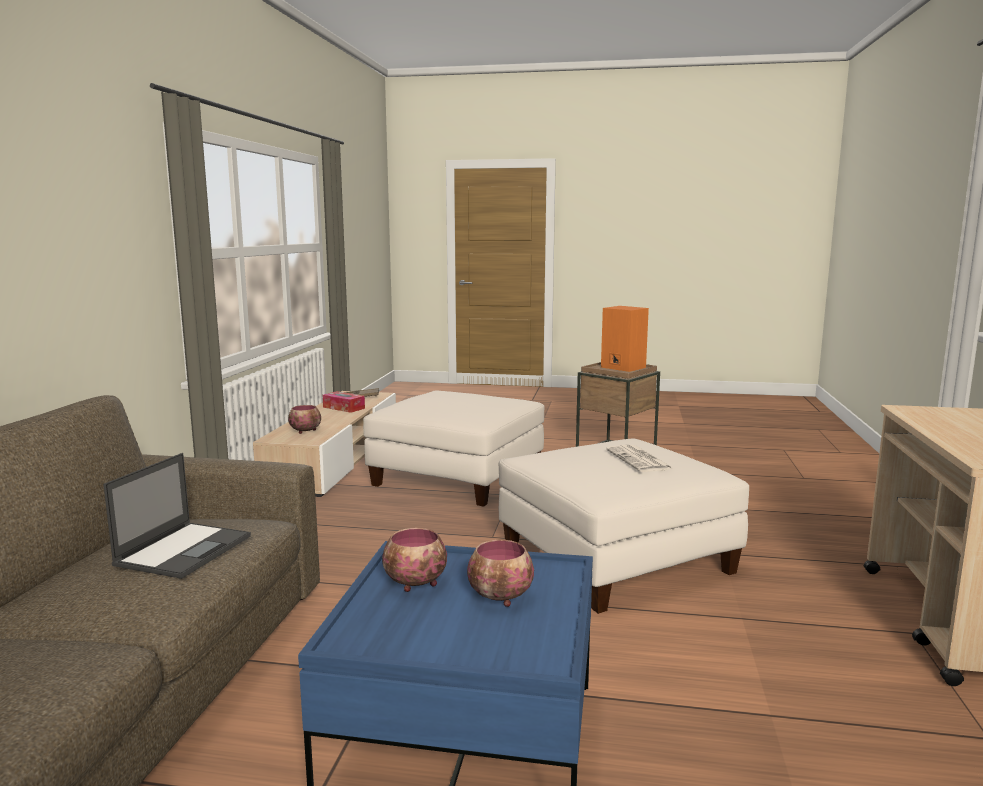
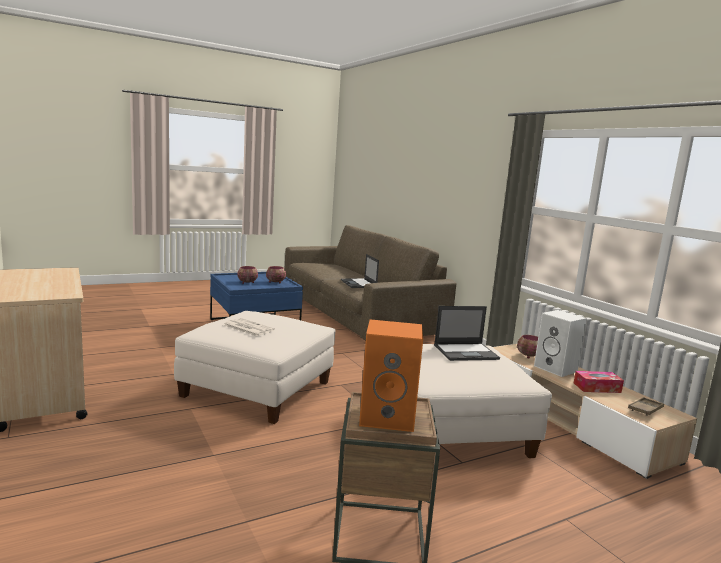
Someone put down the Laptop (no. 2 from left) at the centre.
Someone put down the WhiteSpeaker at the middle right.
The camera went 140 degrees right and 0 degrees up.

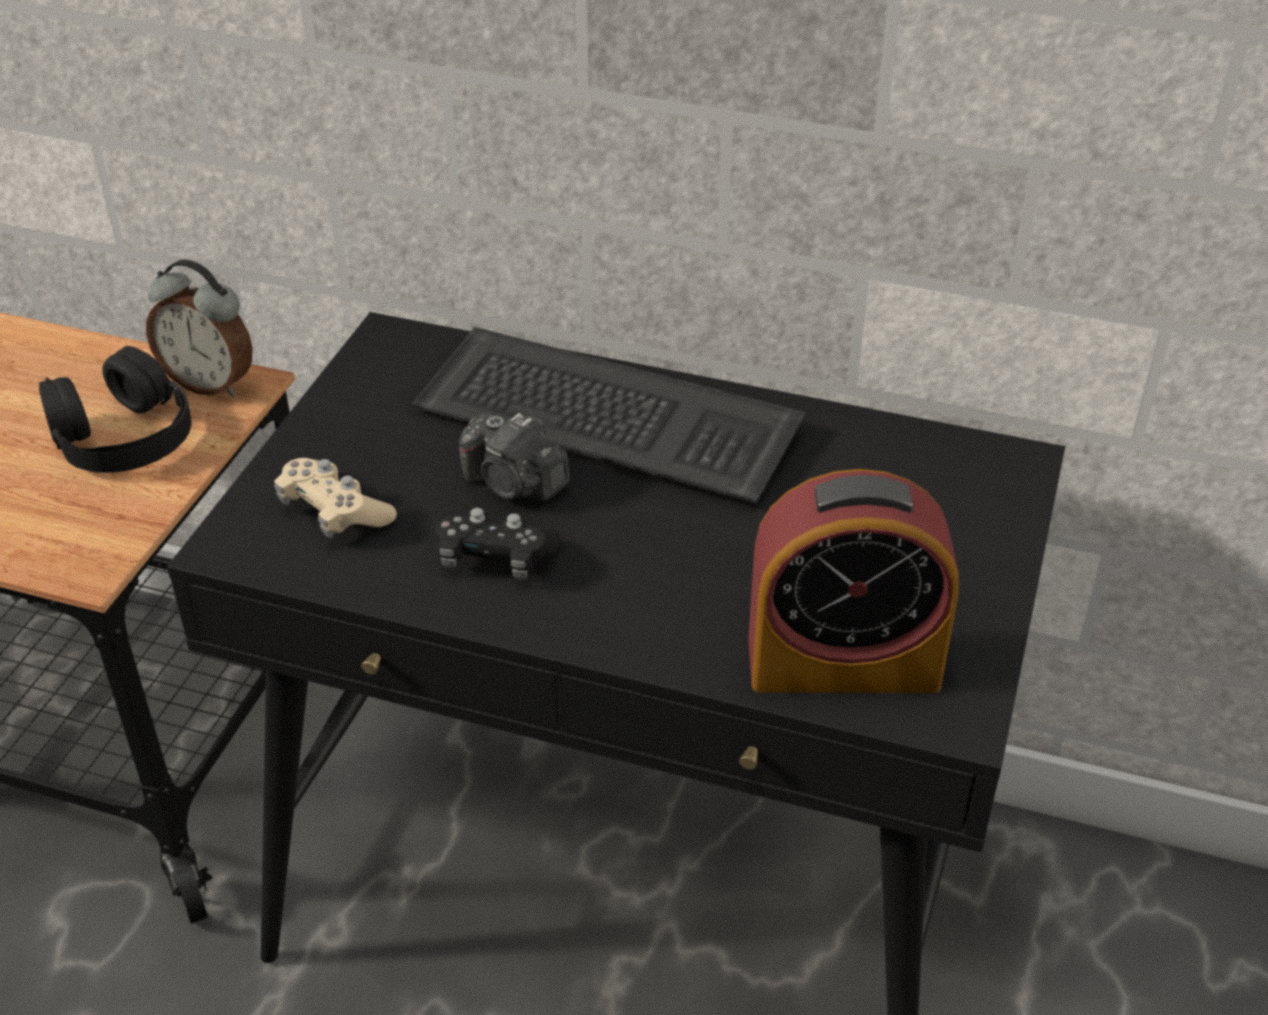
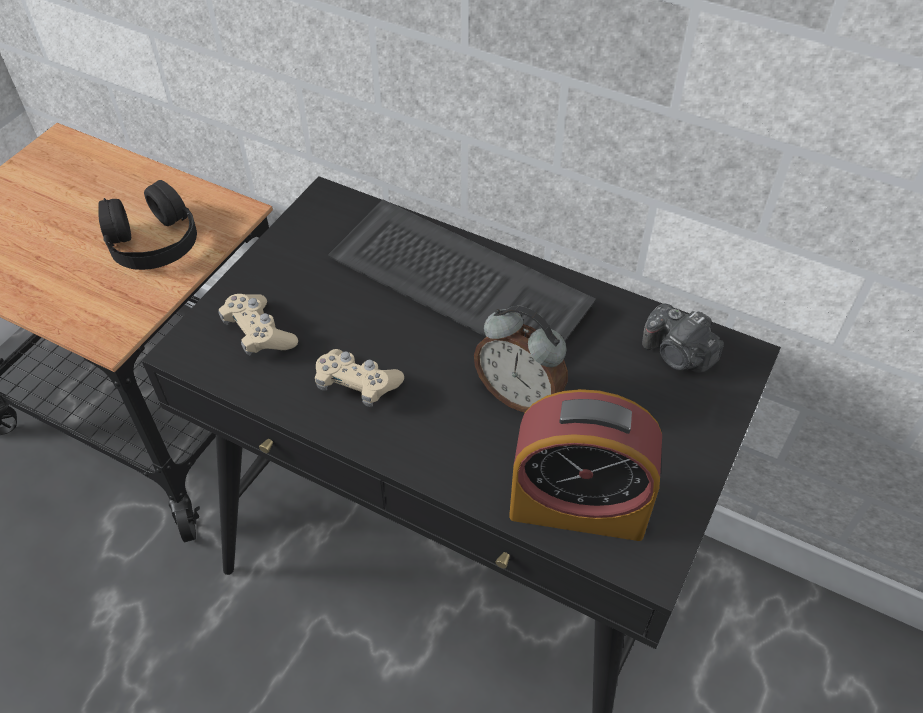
Someone carried the AlarmClock (no. 1 from left) from the top left to the centre.
Someone repainted the BlackGameController at the centre, which became the BeigeGameController (no. 2 from left) at the centre.
Someone carried the PhotoCamera from the centre to the middle right.
The camera went 10 degrees right and 10 degrees up.

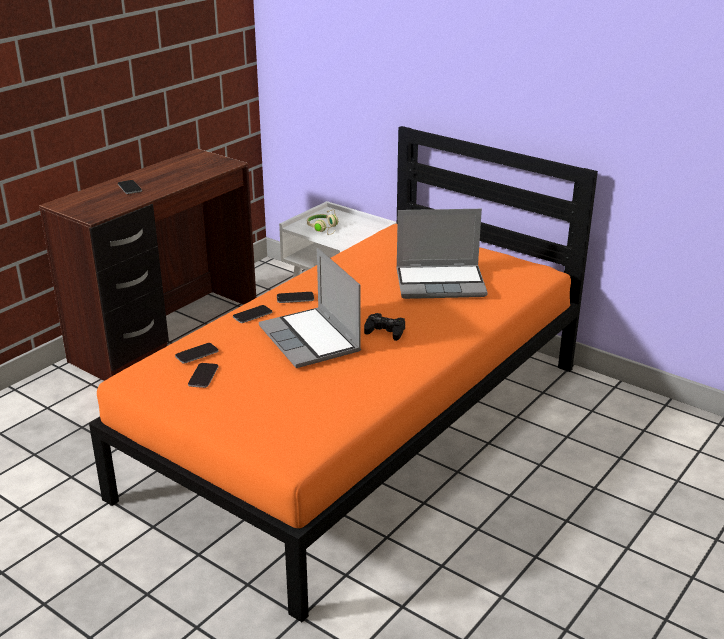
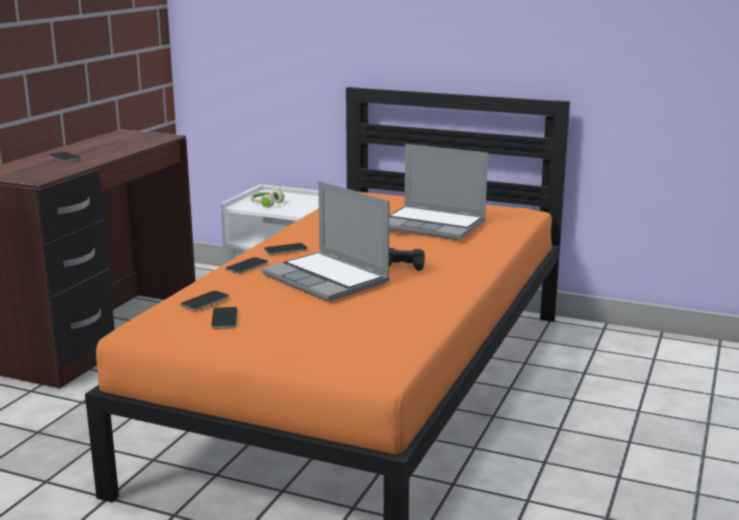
Someone rotated the Laptop (no. 2 from left) at the centre by 45 degrees clockwise.
The camera went 15 degrees left and 10 degrees down.

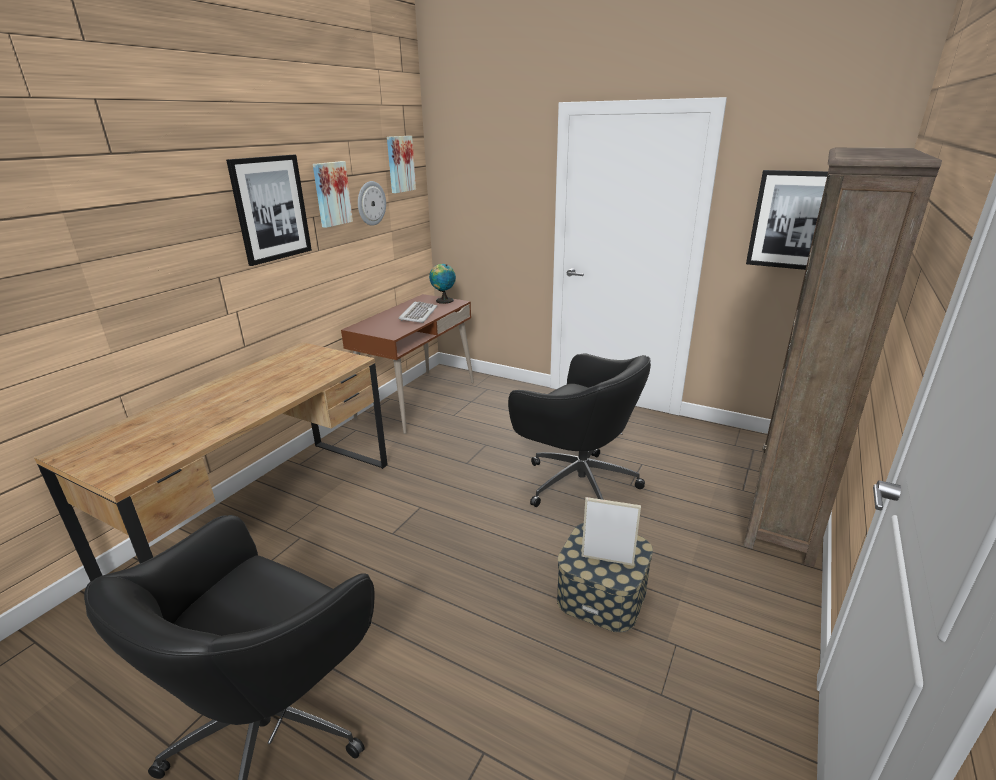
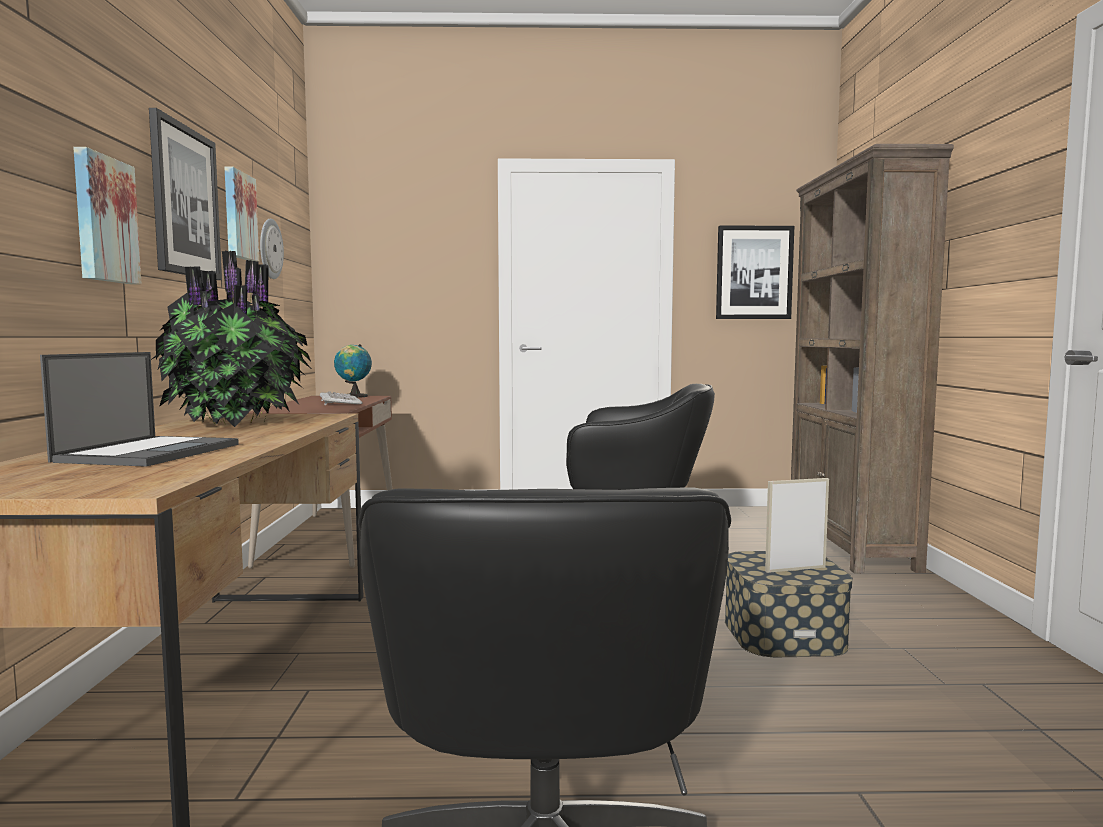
Someone carried the Picture (no. 3 from left in the first image) from the top centre to the top left.
Someone put down the Laptop at the middle left.
Someone put down the PottedPlant at the middle left.
The camera went 30 degrees left and 20 degrees down.

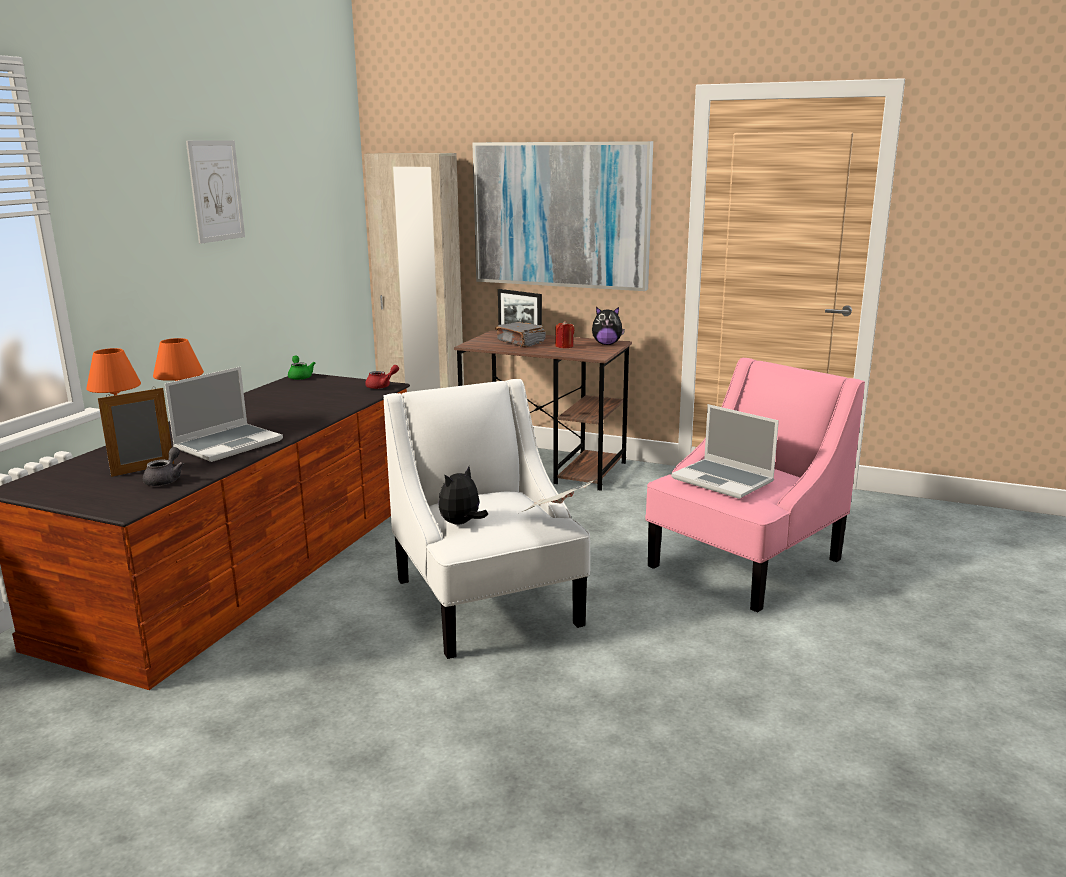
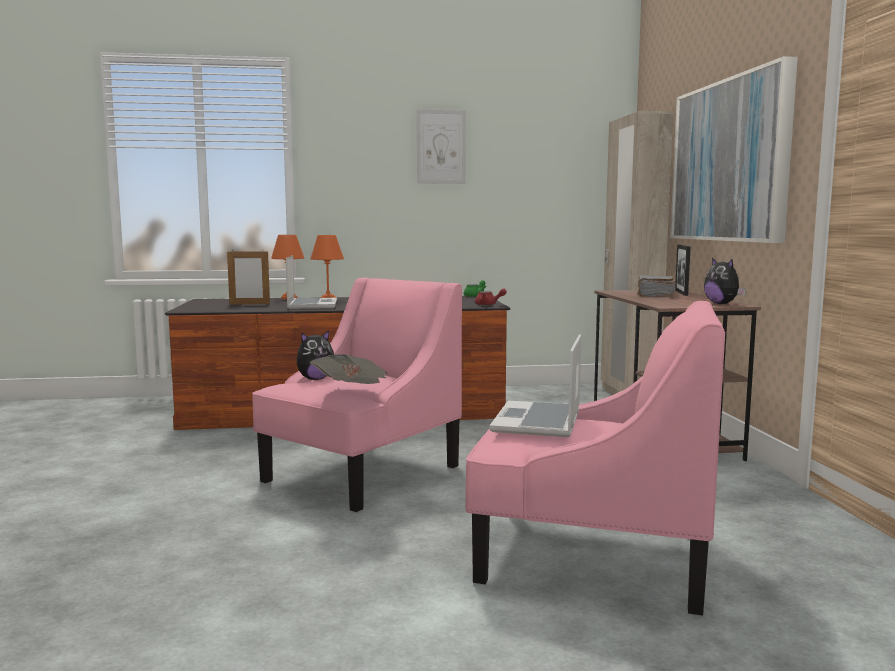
Someone rotated the PictureFrame (no. 1 from left) at the middle left by 150 degrees clockwise.
Someone took away the GreyTeapot at the middle left.
Someone rotated the Laptop (no. 1 from left) at the middle left by 105 degrees counterclockwise.
Someone repainted the WhiteArmchair at the centre, which became the PinkArmchair (no. 1 from left) at the centre.
Someone rotated the PlushToy (no. 1 from left) at the centre by 135 degrees clockwise.
Someone took away the RedCandle at the centre.
The camera went 60 degrees right and 10 degrees down.

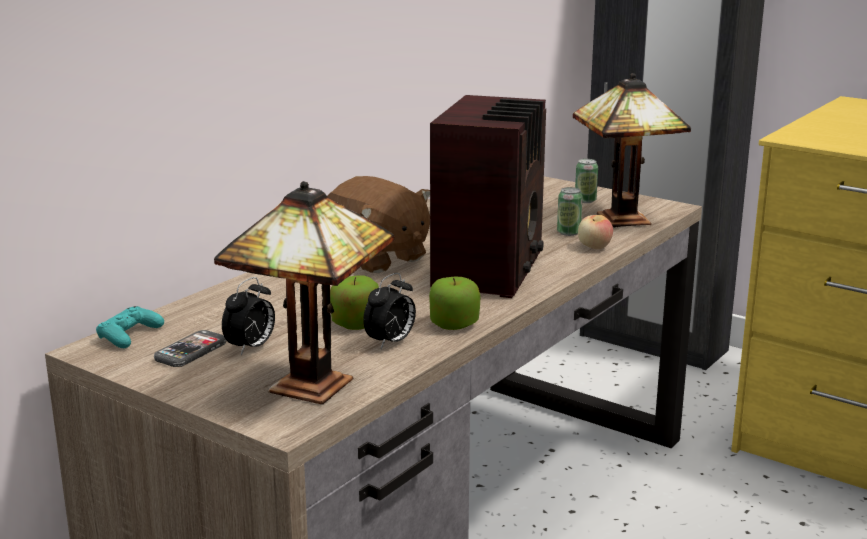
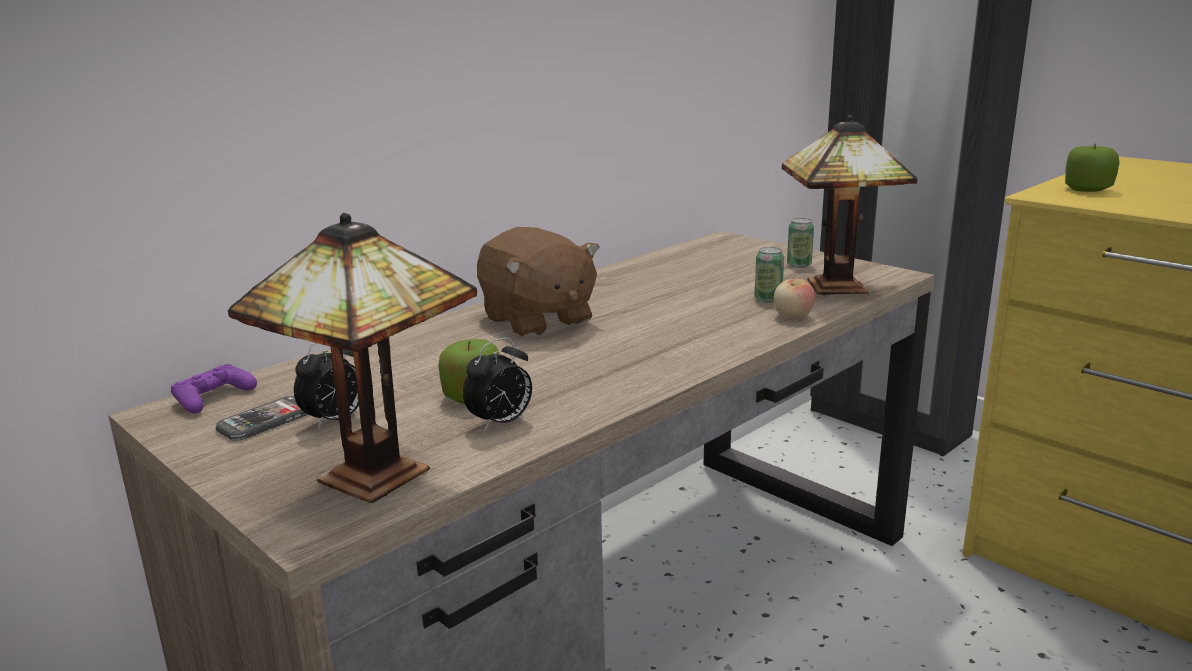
Someone repainted the TurquoiseGameController at the middle left, which became the PurpleGameController at the middle left.
Someone carried the Apple (no. 2 from left in the first image) from the centre to the top right.
Someone took away the Radio at the centre.
The camera went 10 degrees right and 0 degrees up.

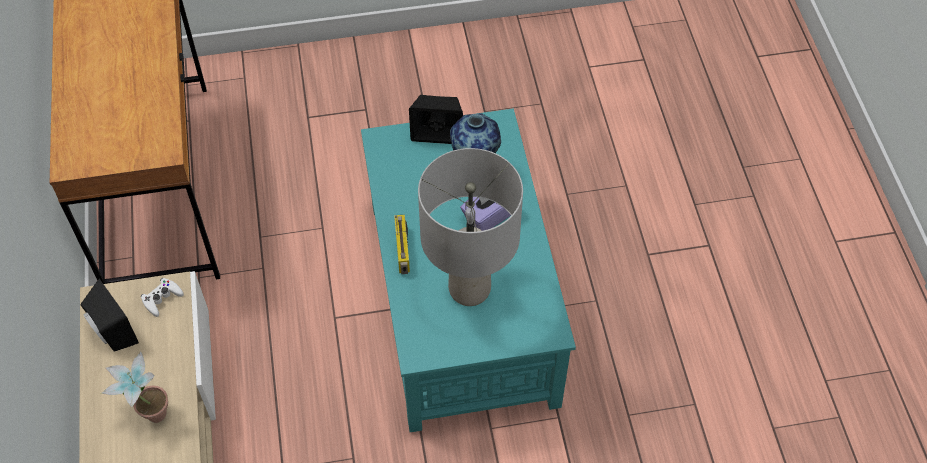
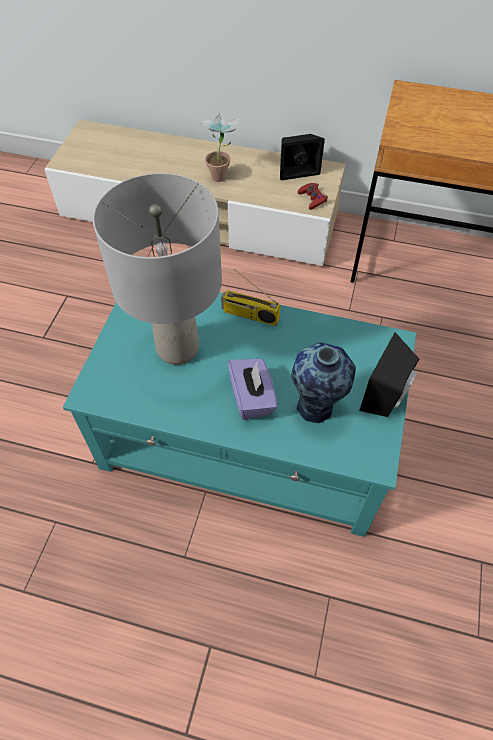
Someone repainted the WhiteGameController at the middle left, which became the RedGameController at the top centre.
The camera went 115 degrees right and 0 degrees up.

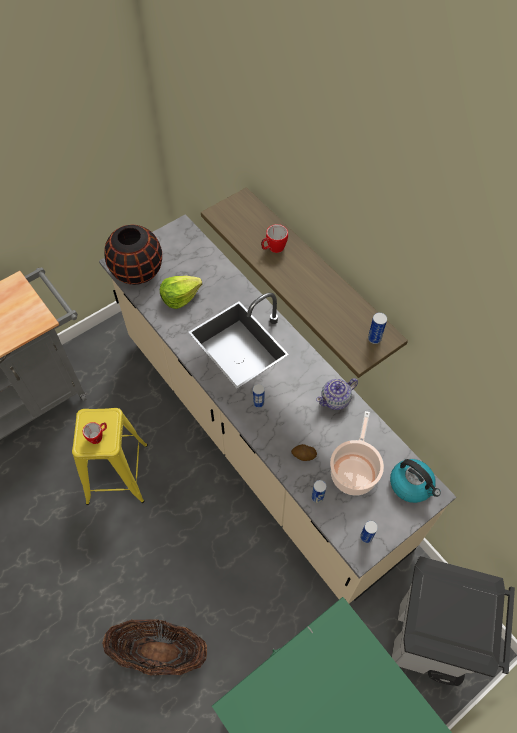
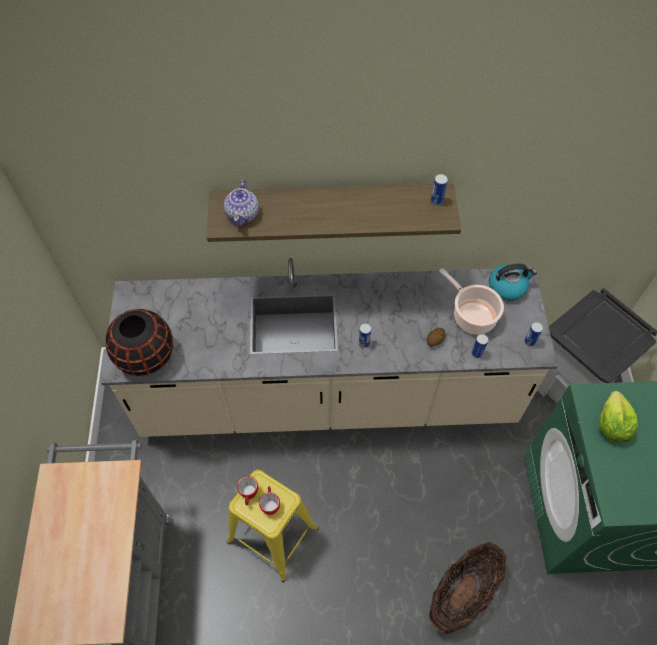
Someone carried the Lettuce from the centre to the middle right.
Someone carried the Mug (no. 2 from left in the first image) from the top centre to the bottom centre.
Someone carried the Teapot from the centre to the top centre.
The camera went 55 degrees left and 0 degrees up.

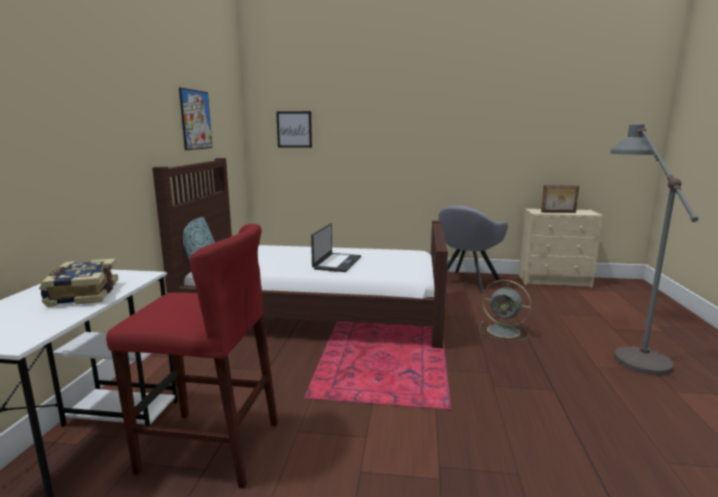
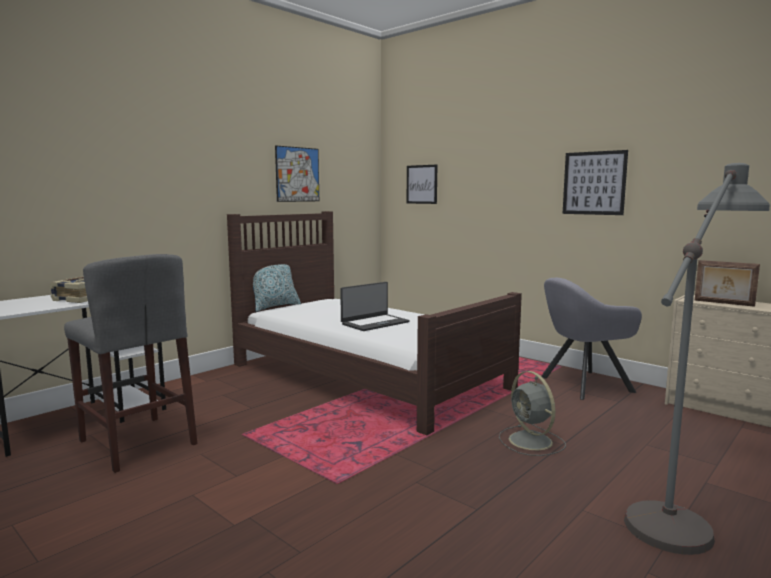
Someone repainted the RedStool at the bottom left, which became the GreyStool at the middle left.
Someone put up the Picture (no. 3 from left) at the top right.
The camera went 35 degrees right and 5 degrees down.

